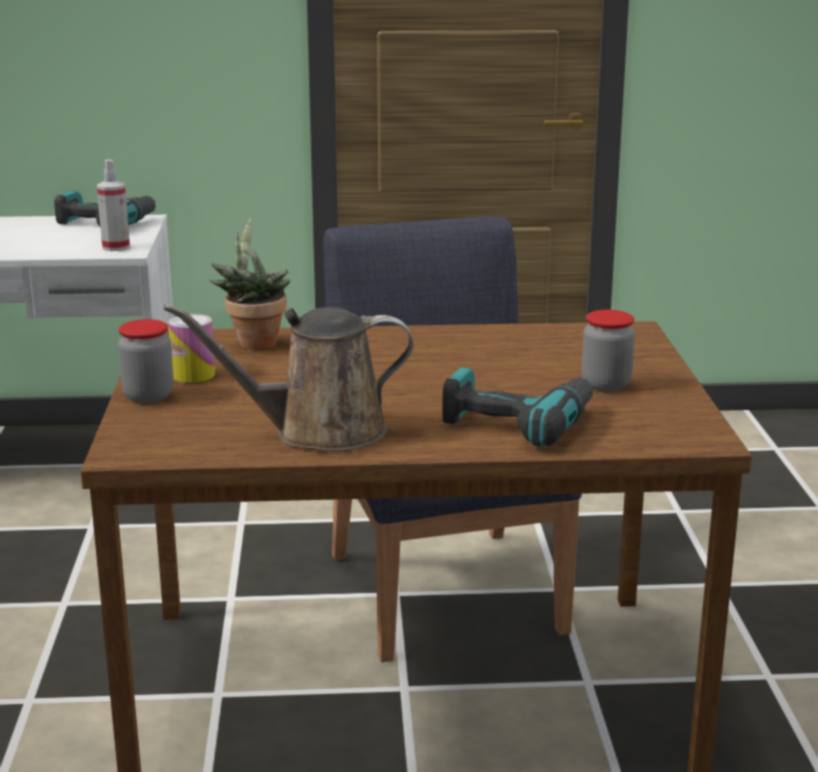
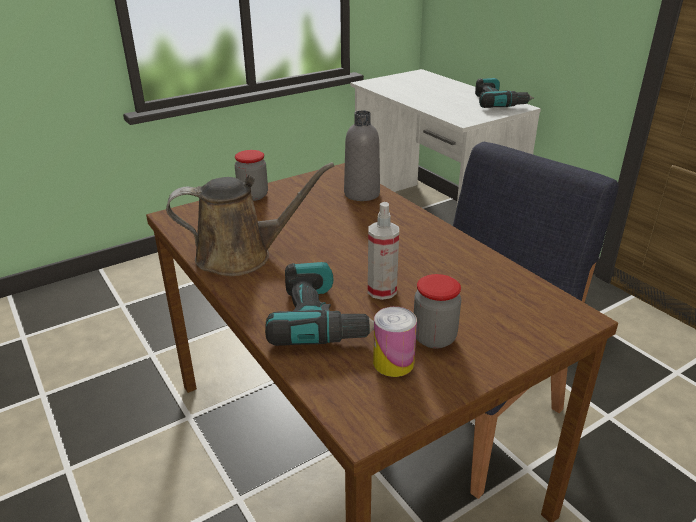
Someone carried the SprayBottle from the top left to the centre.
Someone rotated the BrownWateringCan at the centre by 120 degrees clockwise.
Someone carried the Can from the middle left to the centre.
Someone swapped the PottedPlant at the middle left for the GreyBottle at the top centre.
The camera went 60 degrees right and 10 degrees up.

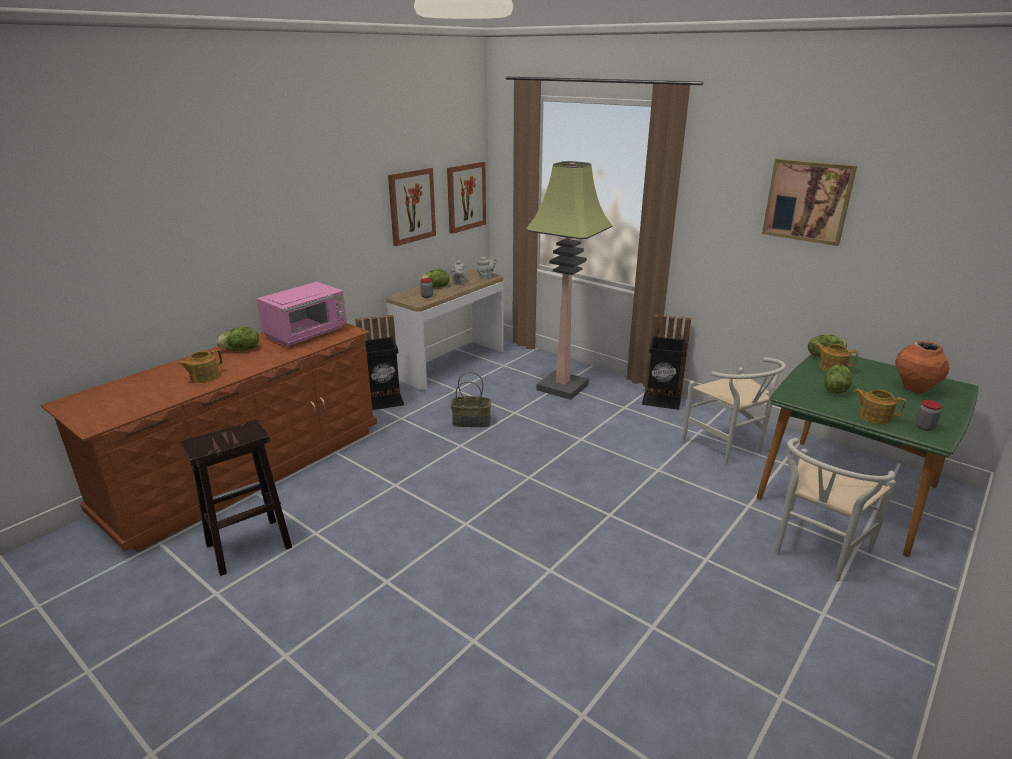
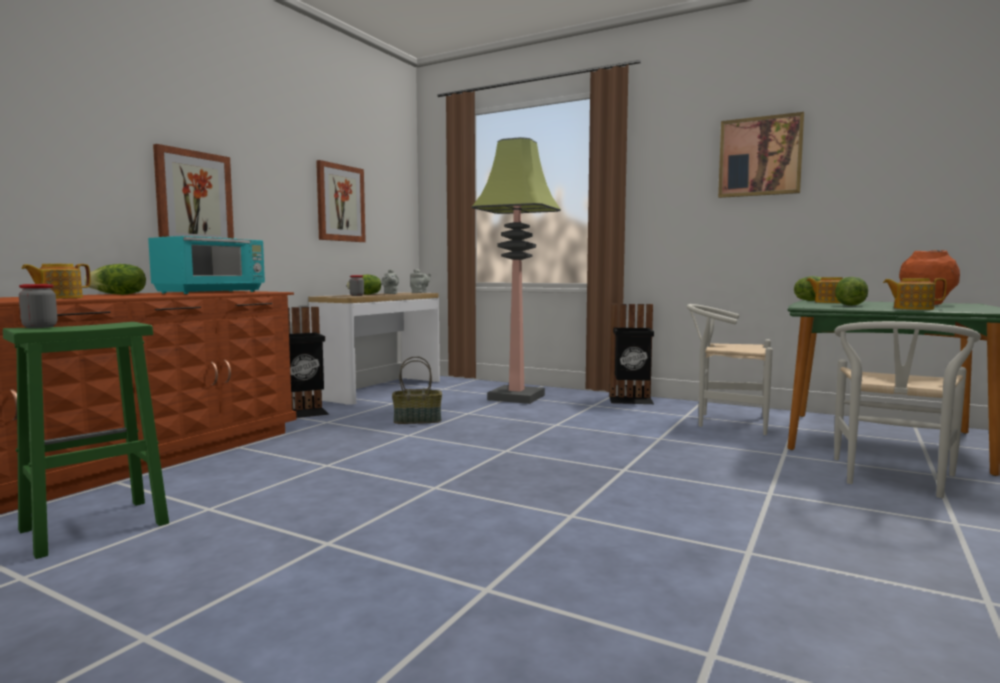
Someone repainted the BrownStool at the middle left, which became the GreenStool at the middle left.
Someone repainted the PinkMicrowave at the middle left, which became the TurquoiseMicrowave at the middle left.
Someone carried the Picture (no. 2 from left in the first image) from the top centre to the top left.
Someone rotated the WhiteChair (no. 1 from left) at the middle right by 150 degrees clockwise.
Someone carried the Jar (no. 2 from left in the first image) from the middle right to the middle left.
The camera went 10 degrees left and 20 degrees down.

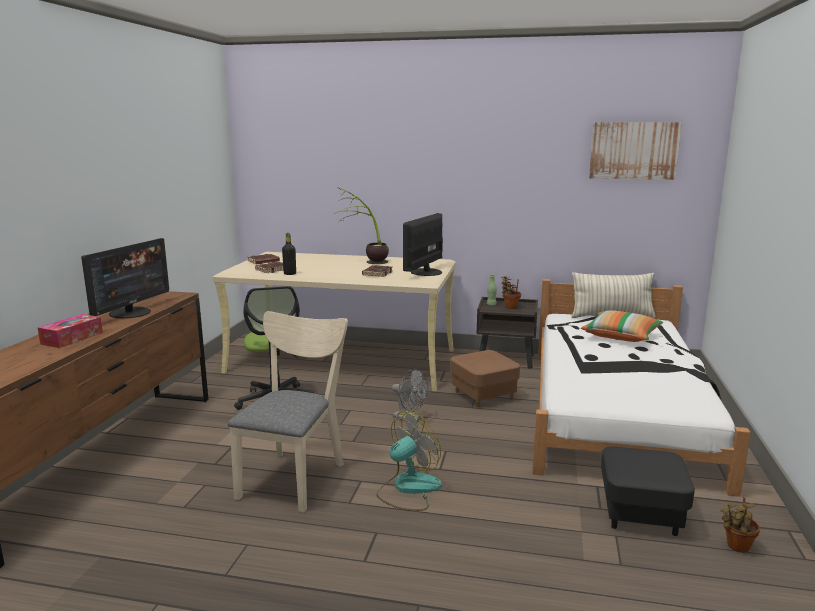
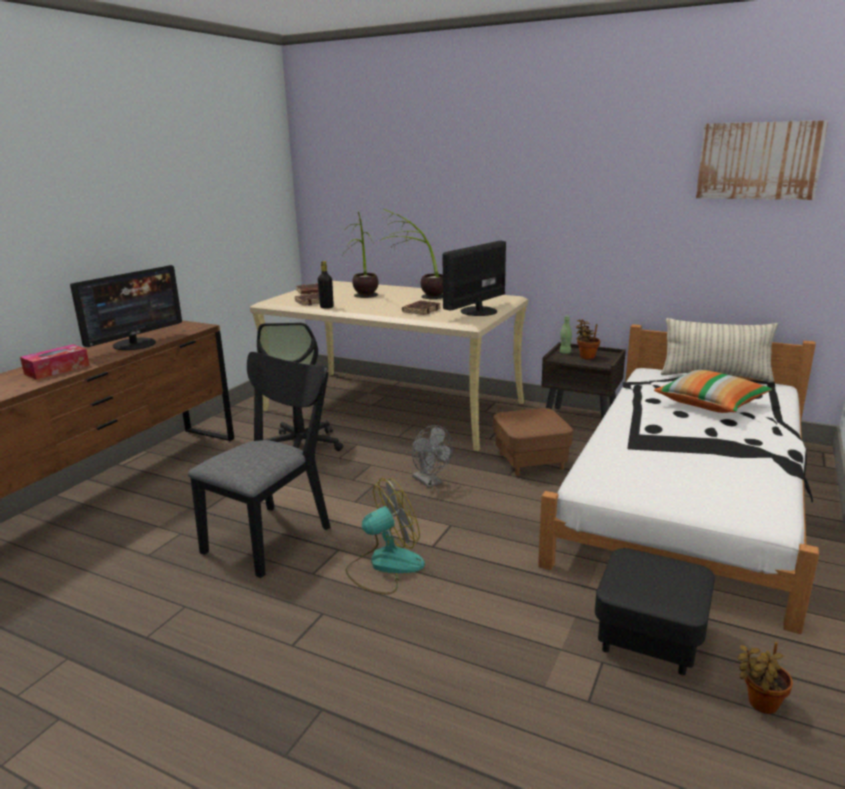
Someone repainted the BeigeChair at the bottom centre, which became the BlackChair at the middle left.
Someone put down the PottedPlant (no. 1 from left) at the top centre.
The camera went 15 degrees right and 5 degrees up.

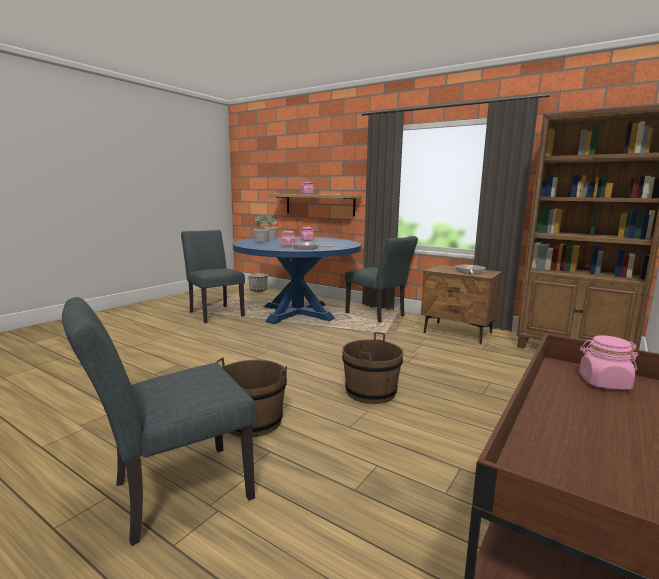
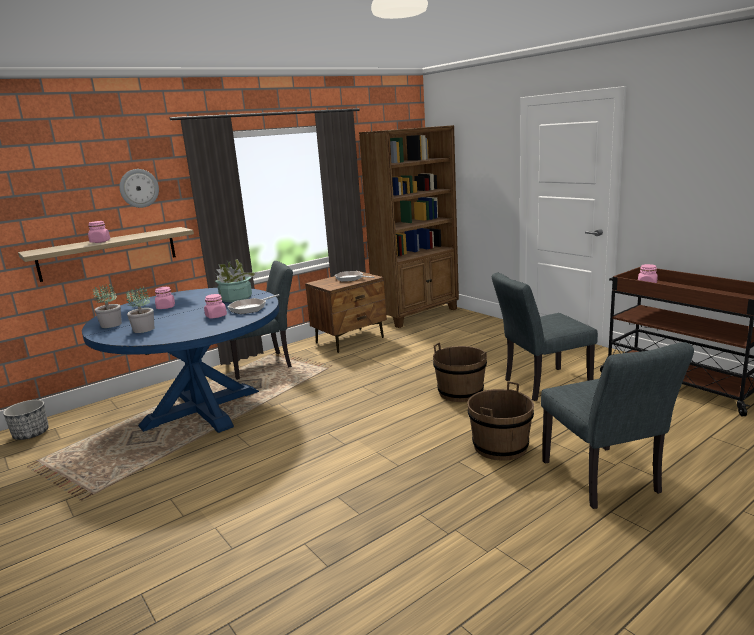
Someone carried the GreyChair (no. 2 from left) from the middle left to the middle right.
Someone put up the WallClock at the top left.
Someone put down the PottedPlant (no. 3 from left) at the middle left.
The camera went 70 degrees left and 5 degrees up.

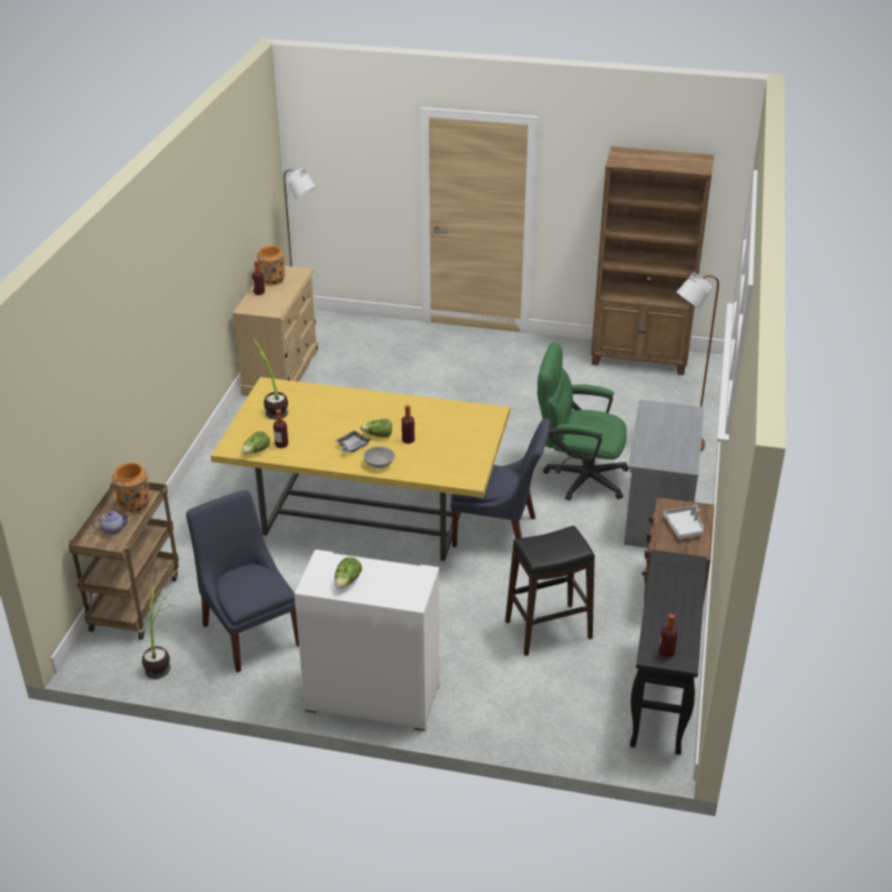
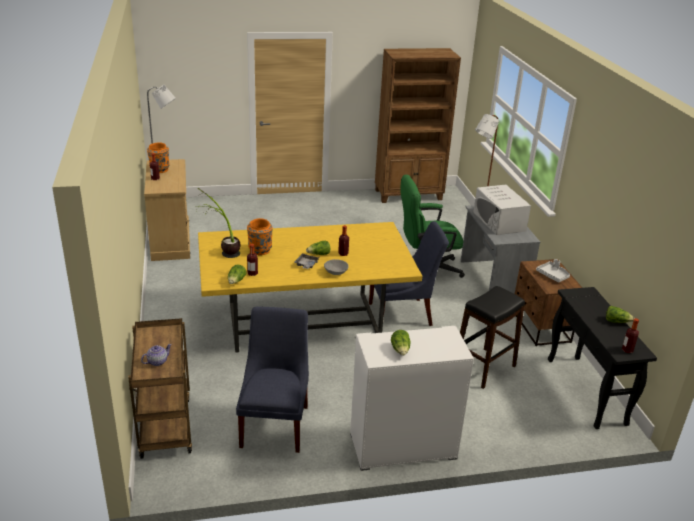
Someone carried the OrangeVase (no. 1 from left in the first image) from the middle left to the centre.
Someone took away the PottedPlant (no. 1 from left) at the bottom left.
Someone rotated the BlueChair (no. 1 from left) at the middle left by 60 degrees clockwise.
Someone put down the WhiteMicrowave at the middle right.
Someone put down the Lettuce (no. 4 from left) at the middle right.
The camera went 25 degrees left and 5 degrees down.

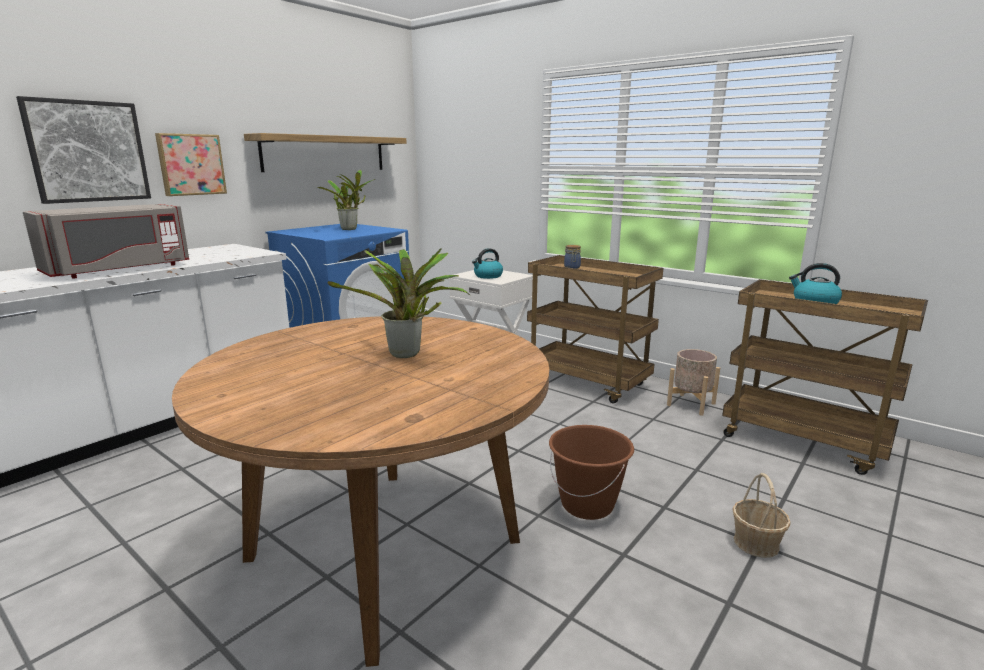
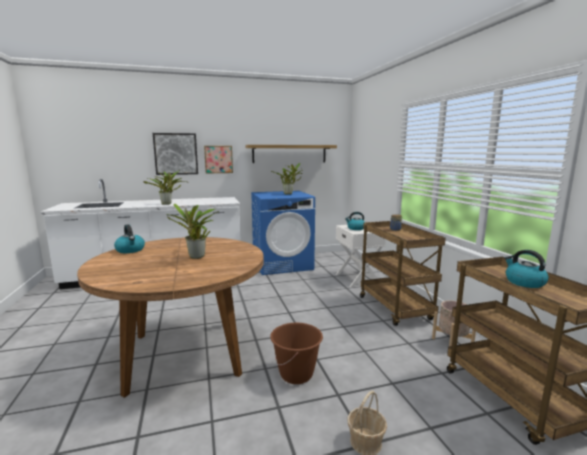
Someone swapped the GreyMicrowave at the middle left for the PottedPlant (no. 1 from left) at the middle left.
Someone put down the Kettle (no. 1 from left) at the middle left.
The camera went 35 degrees right and 5 degrees down.

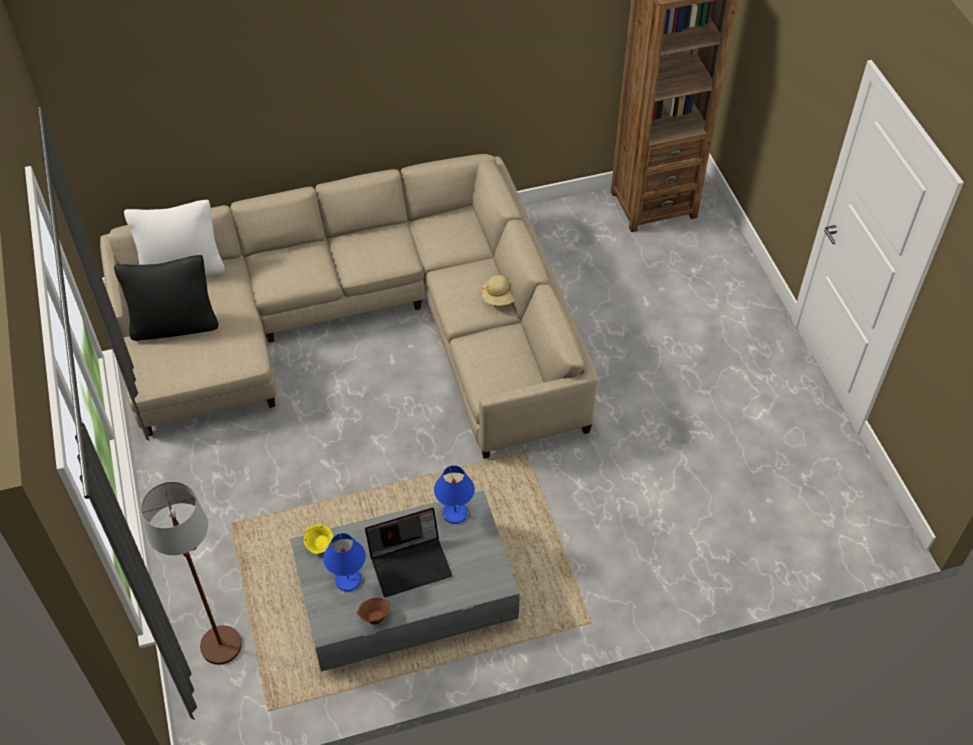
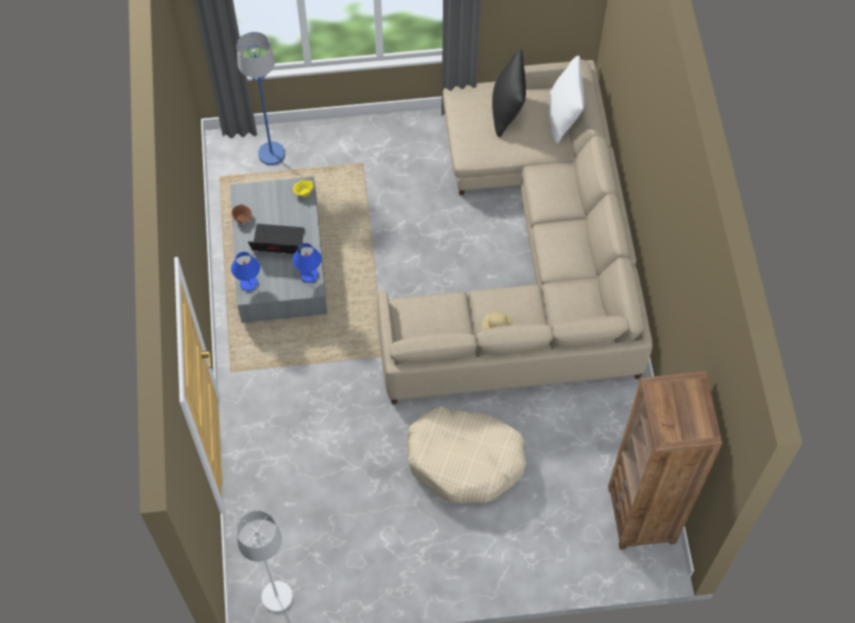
Someone repainted the BrownFloorLamp at the bottom left, which became the BlueFloorLamp at the top left.
Someone carried the BlueTableLamp (no. 1 from left) from the bottom centre to the middle left.
Someone rotated the Laptop at the bottom centre by 105 degrees clockwise.
Someone put down the WhiteFloorLamp at the bottom left.
Someone put down the BeigeDogBed at the bottom centre.
The camera went 100 degrees right and 10 degrees up.

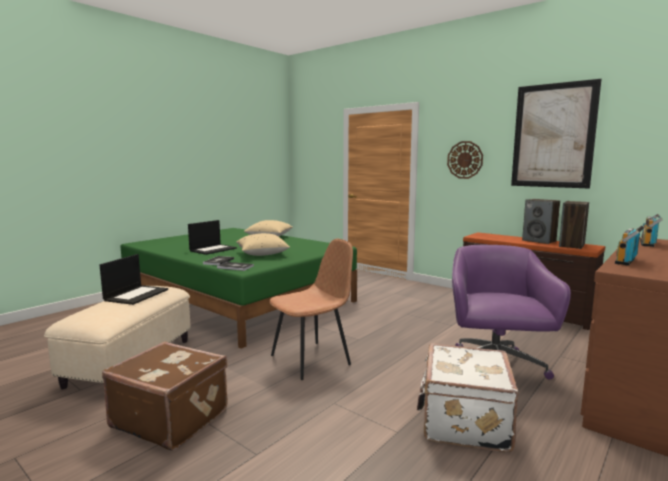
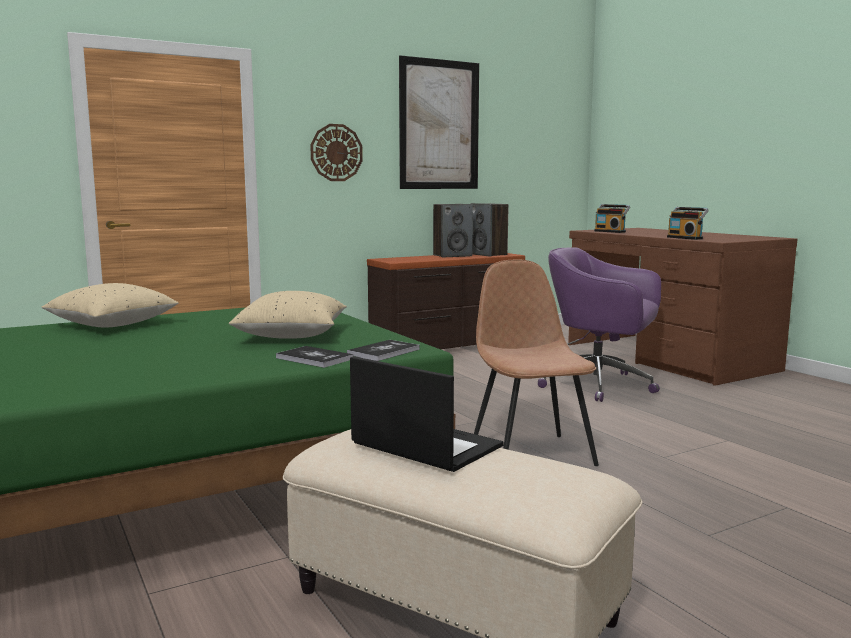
Someone took away the BrownSuitcase at the bottom left.
Someone took away the Laptop (no. 2 from left) at the middle left.
Someone took away the WhiteSuitcase at the bottom right.
The camera went 70 degrees left and 0 degrees up.

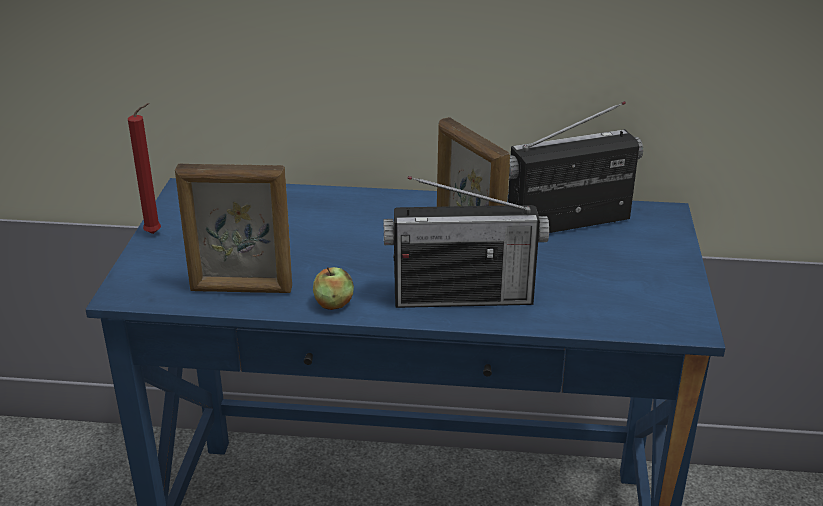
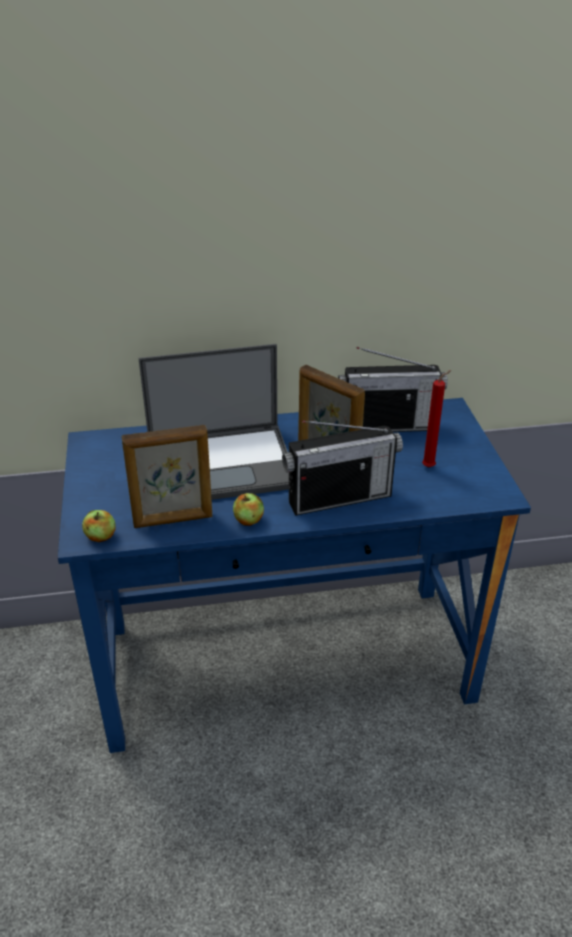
Someone carried the RedCandle from the top left to the middle right.
Someone rotated the Radio (no. 2 from left) at the top right by 150 degrees counterclockwise.
Someone put down the Apple (no. 1 from left) at the middle left.
Someone put down the Laptop at the centre.
The camera went 15 degrees left and 5 degrees up.

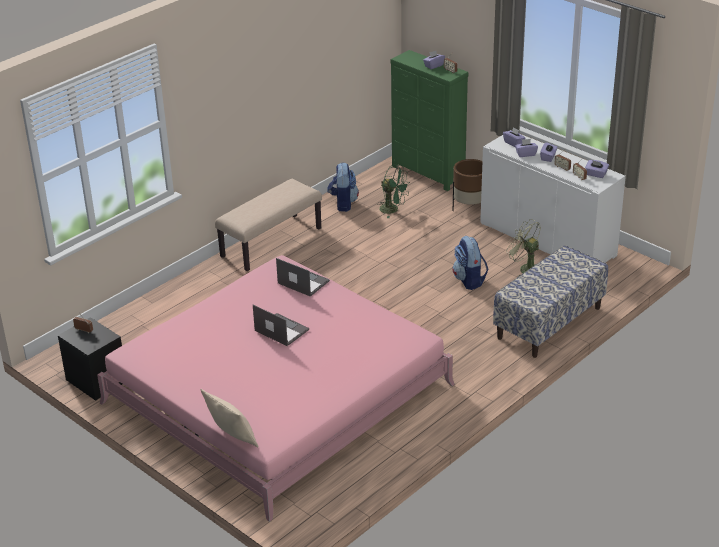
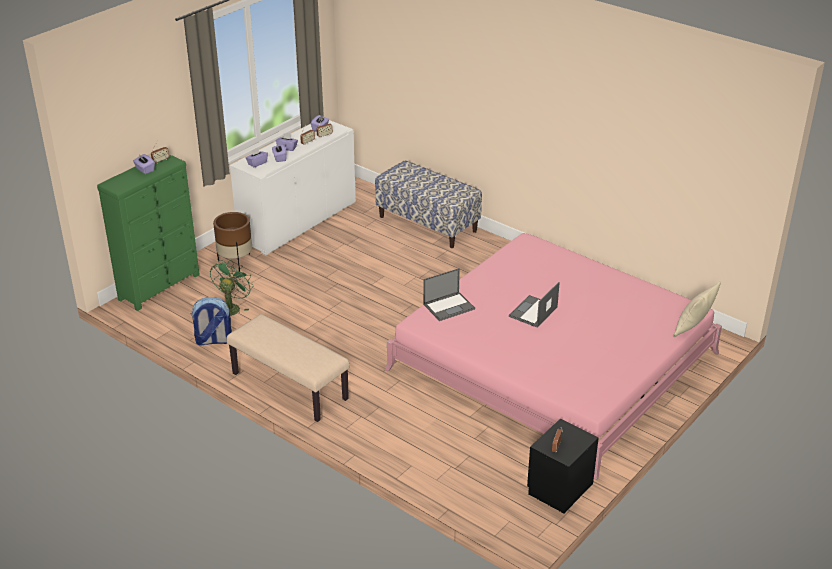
Someone rotated the Laptop (no. 2 from left in the first image) at the centre by 150 degrees counterclockwise.
Someone took away the Backpack (no. 2 from left) at the centre.
Someone took away the GreenFan (no. 2 from left) at the middle right.
The camera went 95 degrees left and 0 degrees up.

